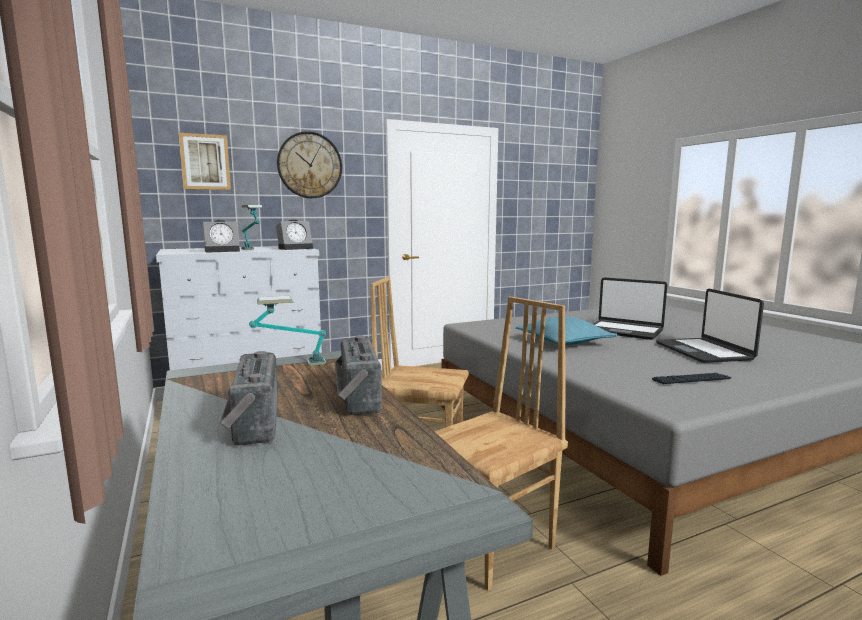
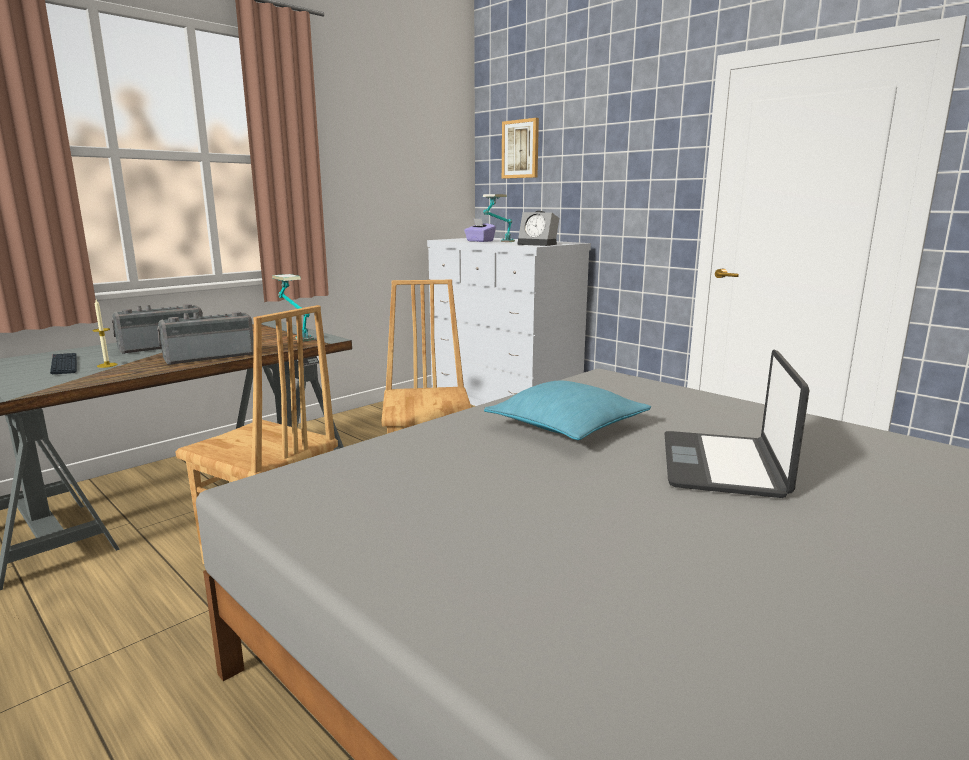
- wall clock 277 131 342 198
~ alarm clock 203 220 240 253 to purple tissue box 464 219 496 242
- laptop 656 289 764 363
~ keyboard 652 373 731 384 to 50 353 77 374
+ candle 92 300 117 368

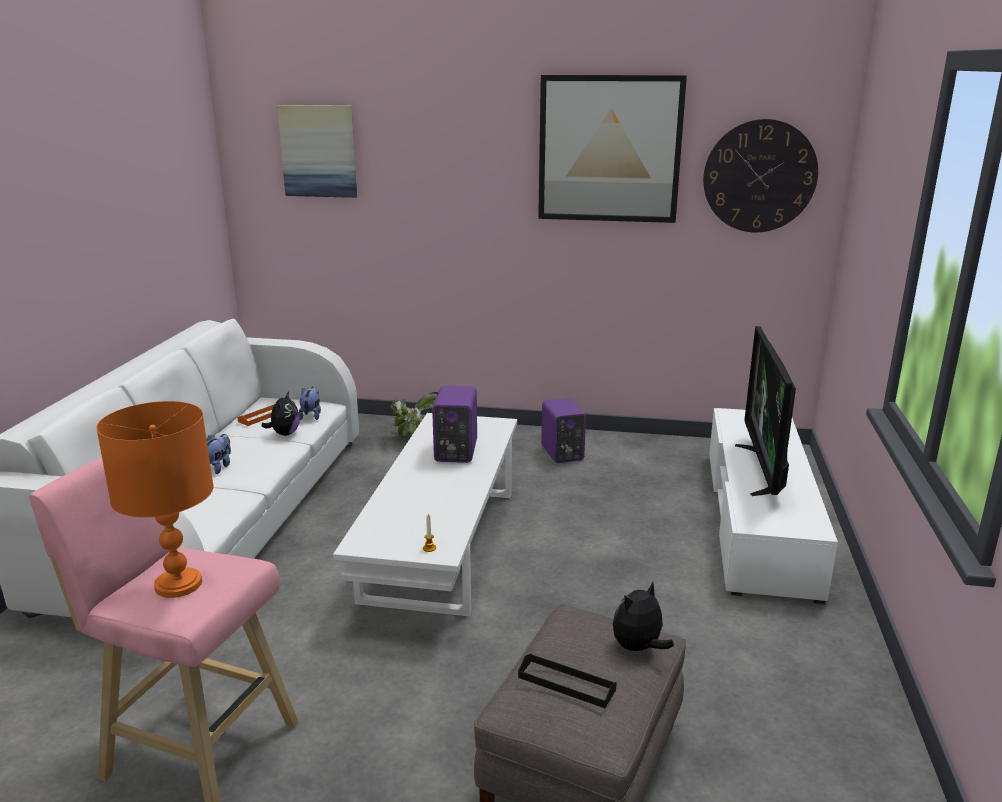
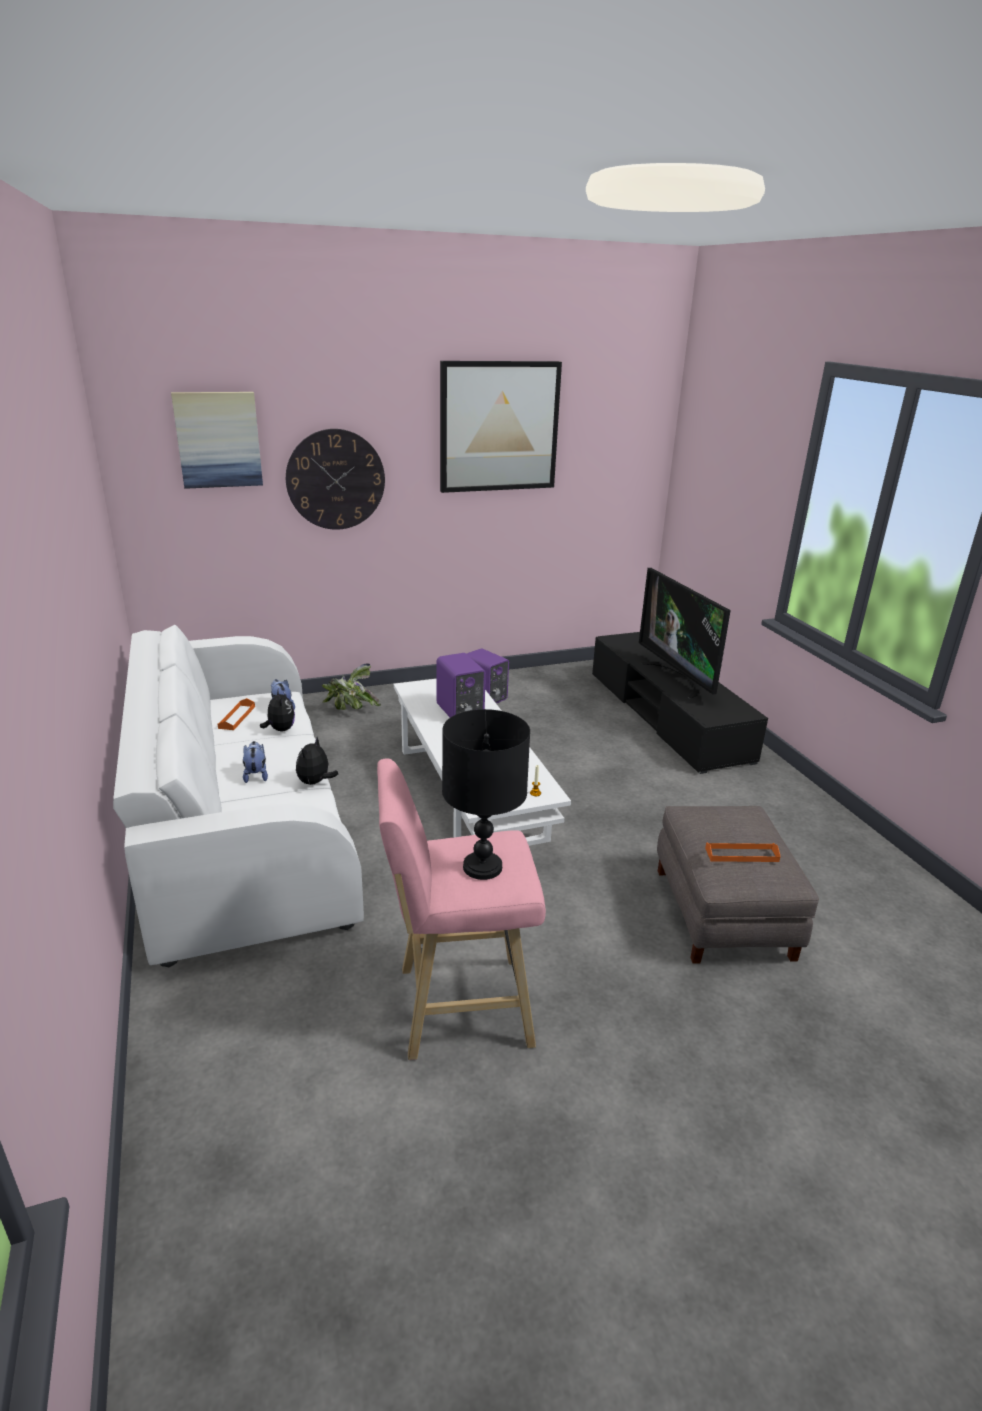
~ wall clock 703 119 818 233 to 286 429 385 530
~ orange table lamp 96 401 214 598 to black table lamp 442 709 530 880
~ white tv stand 709 408 838 604 to black tv stand 592 632 768 774
~ plush toy 613 582 674 651 to 296 737 338 785
~ black tray 518 653 617 708 to orange tray 705 842 781 862

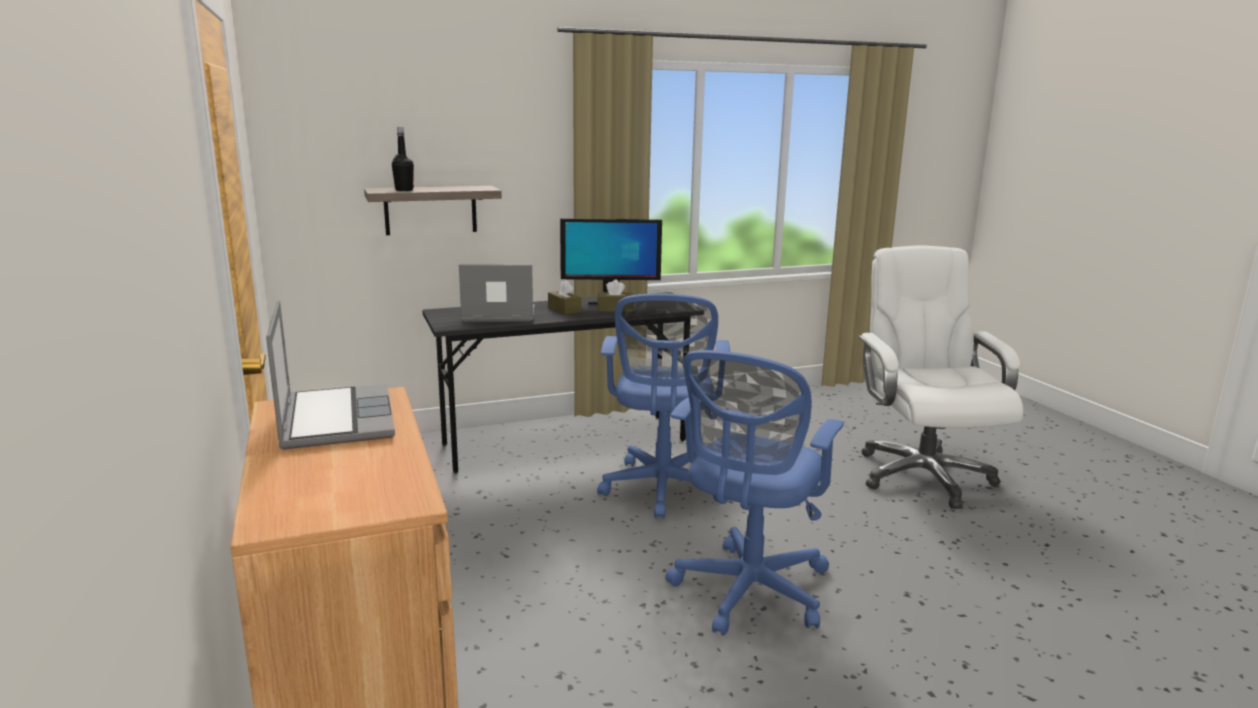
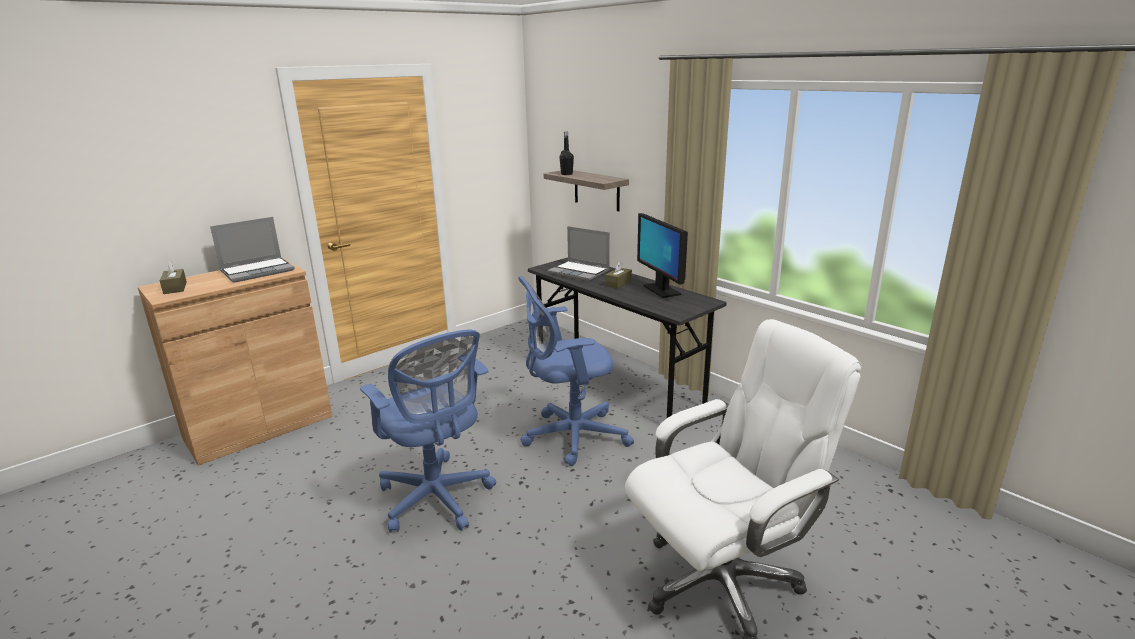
~ laptop 459 265 535 322 = 547 226 610 281 150 degrees clockwise
~ brown tissue box 597 279 633 312 to 160 261 187 294
~ blue office chair 665 350 844 636 = 360 330 496 533 135 degrees counterclockwise

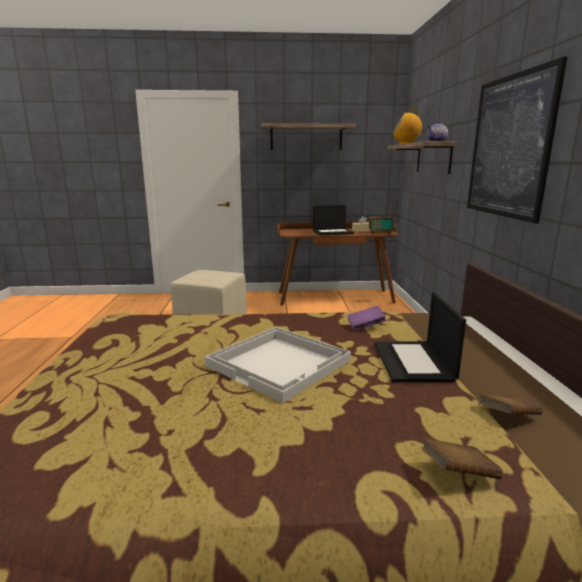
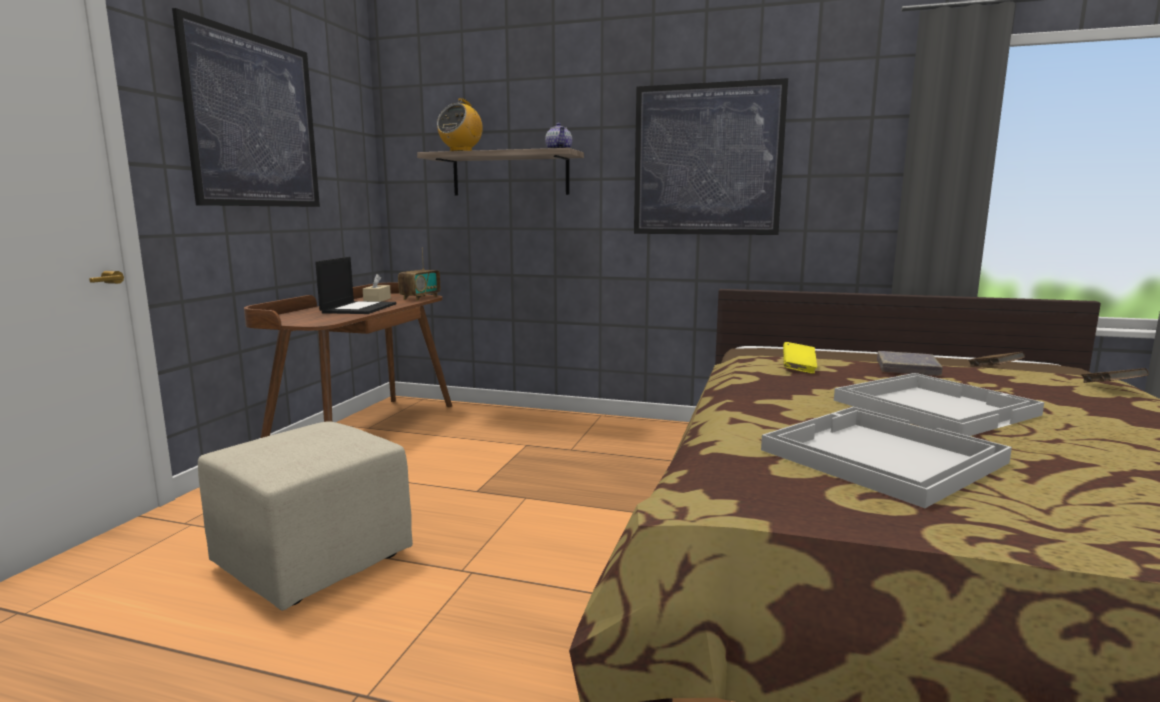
~ shelf 262 123 356 150 to picture 172 8 320 207
~ laptop 374 292 466 382 to grey book 877 351 943 376
~ purple book 347 305 386 331 to yellow book 783 342 817 374
+ white tray 761 407 1012 508

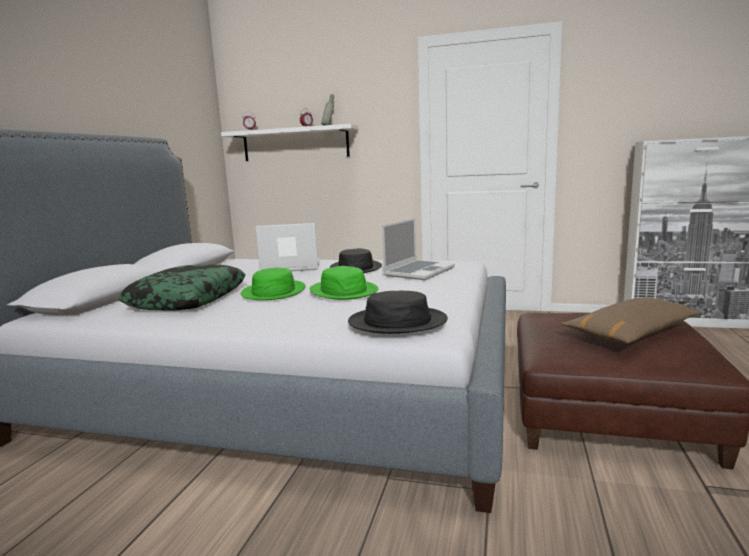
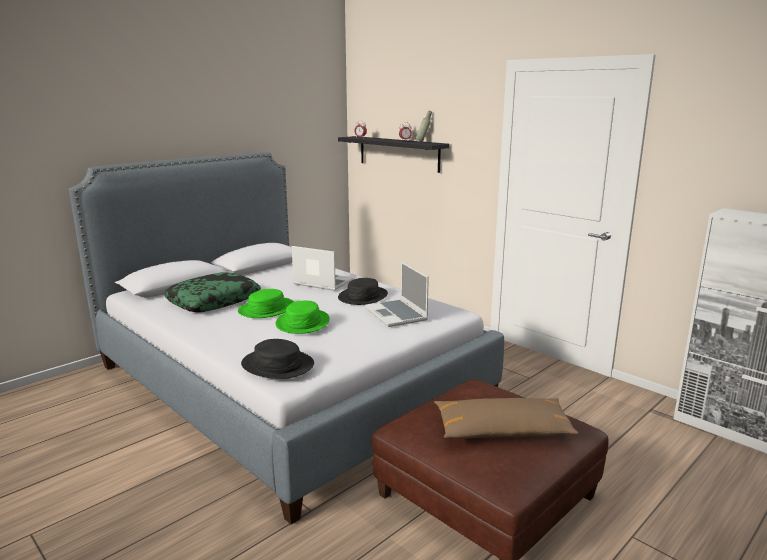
~ white shelf 221 124 359 161 to black shelf 338 136 449 173
~ laptop 382 218 455 280 = 365 261 429 327 90 degrees clockwise

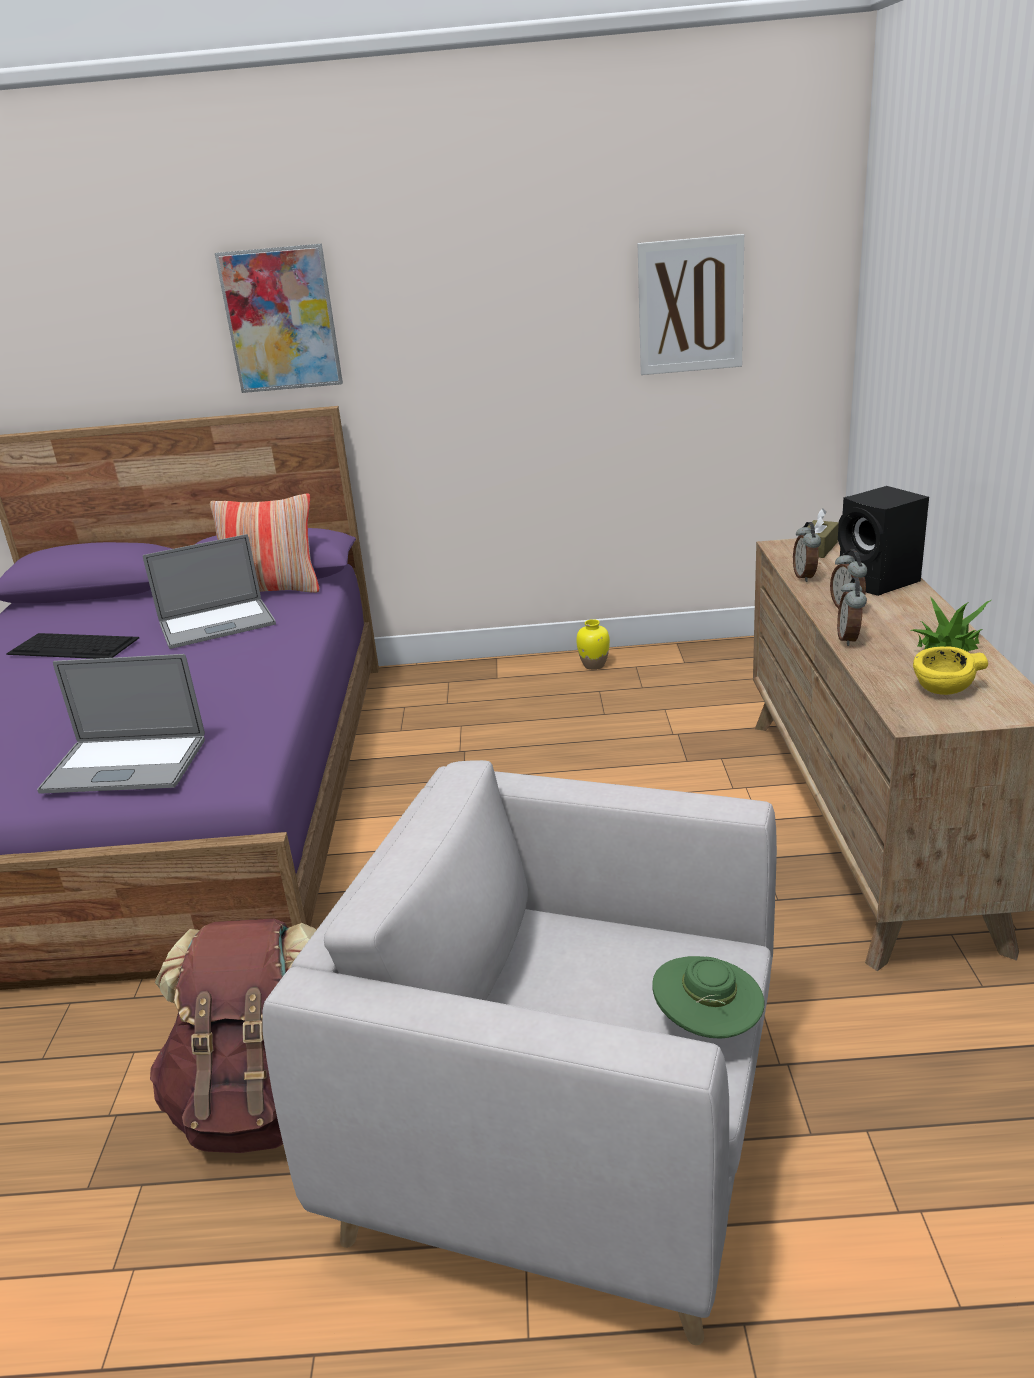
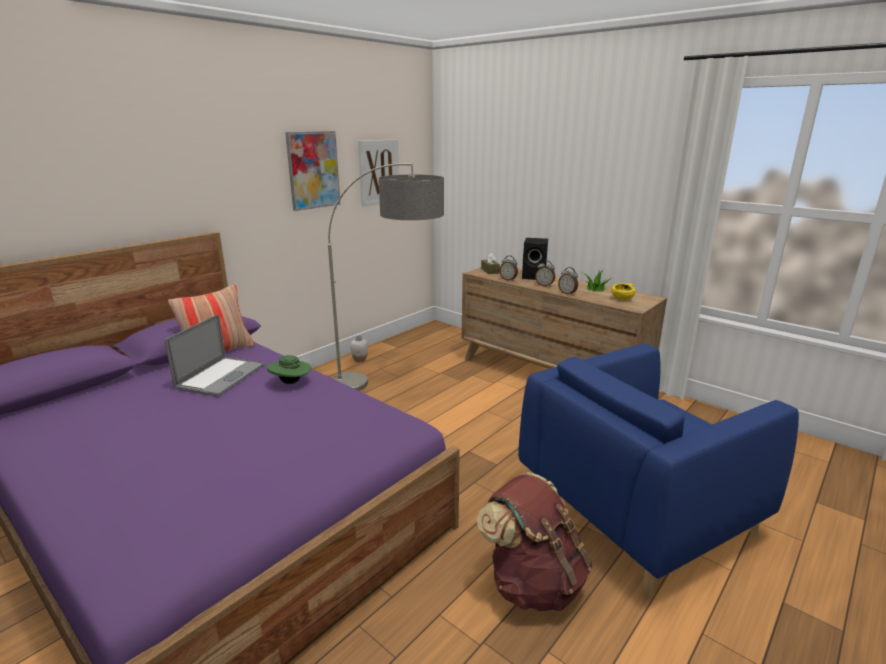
~ picture 215 244 343 393 to 285 131 340 211
~ yellow vase 576 619 610 670 to white vase 350 335 368 362
- keyboard 6 633 139 659
- laptop 37 654 205 794
~ grey armchair 262 760 777 1345 to blue armchair 518 344 799 598
~ green hat 653 956 764 1039 to 267 355 311 384
+ floor lamp 328 163 444 391

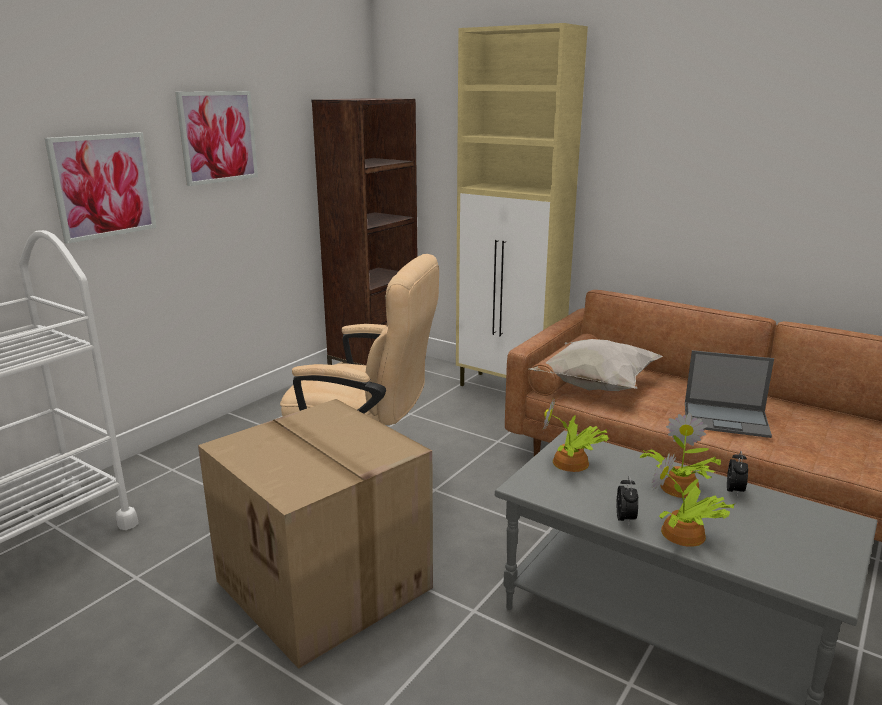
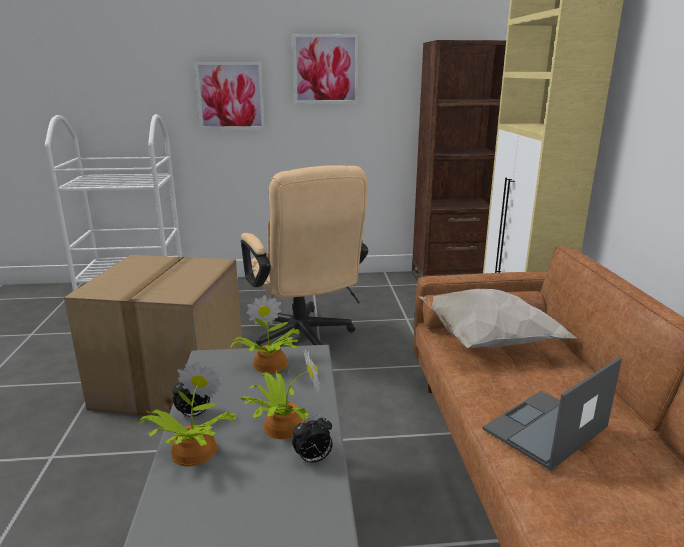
~ laptop 685 350 774 438 = 482 357 622 471 75 degrees clockwise

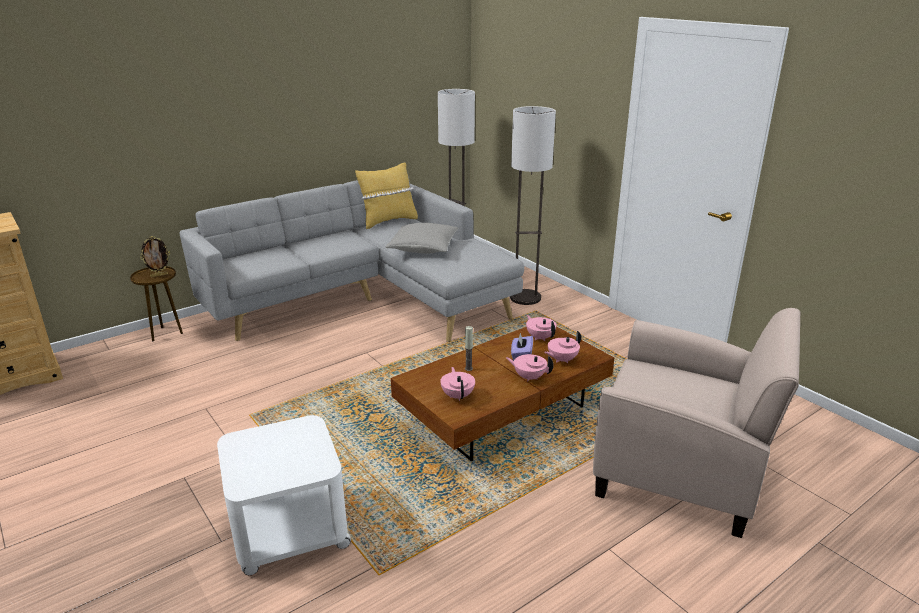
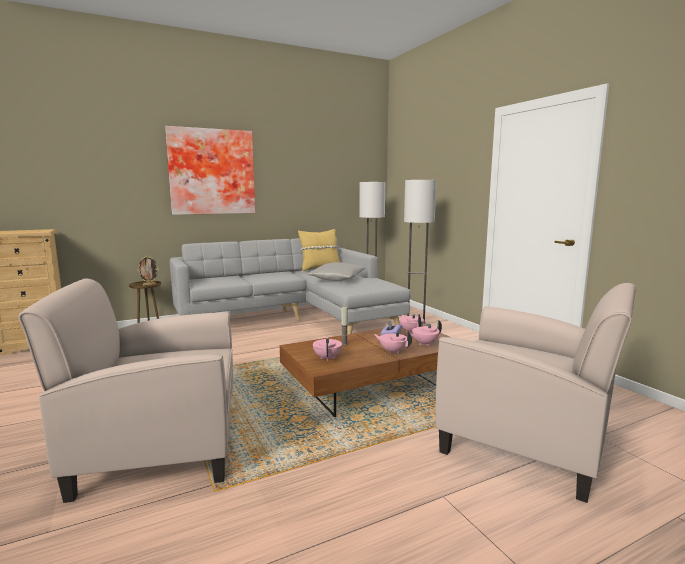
~ white side table 217 415 351 575 to beige armchair 19 279 233 503
+ picture 165 126 255 215

